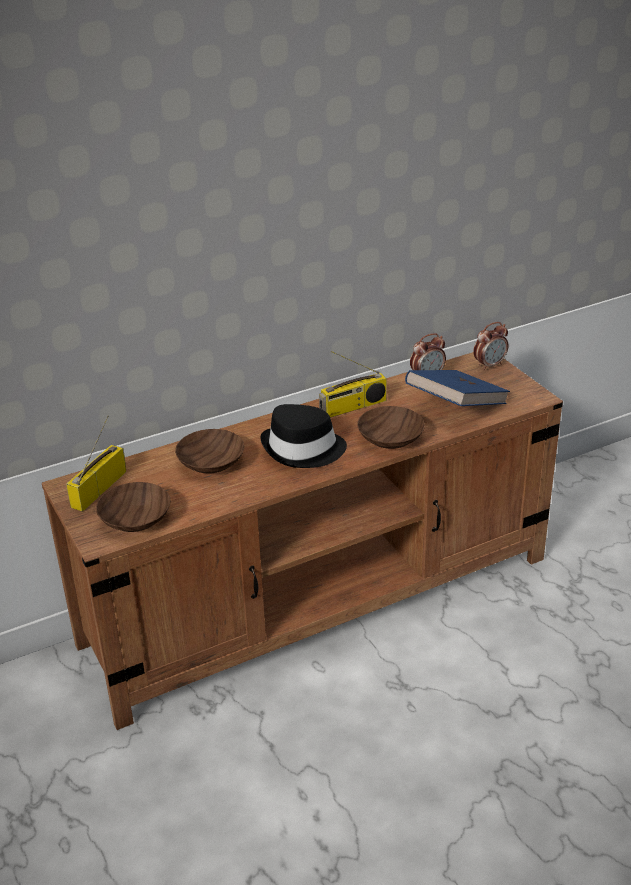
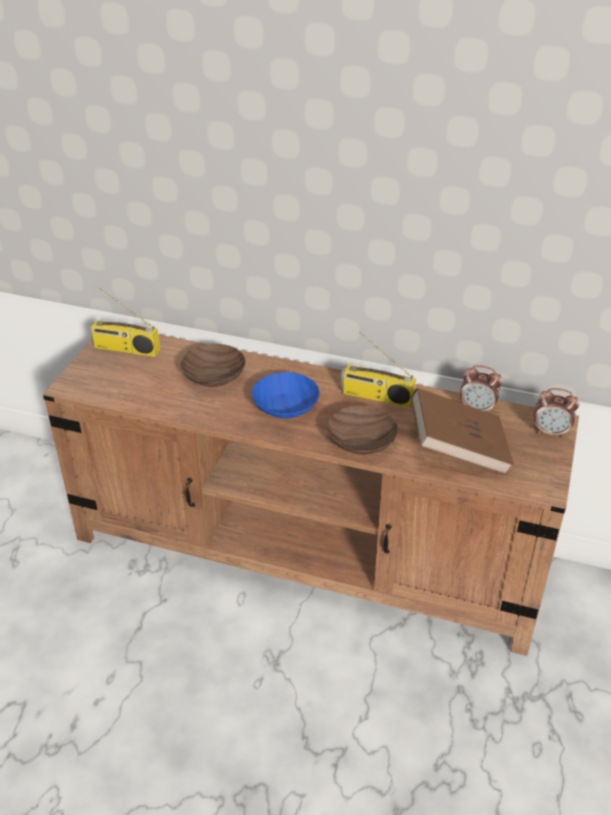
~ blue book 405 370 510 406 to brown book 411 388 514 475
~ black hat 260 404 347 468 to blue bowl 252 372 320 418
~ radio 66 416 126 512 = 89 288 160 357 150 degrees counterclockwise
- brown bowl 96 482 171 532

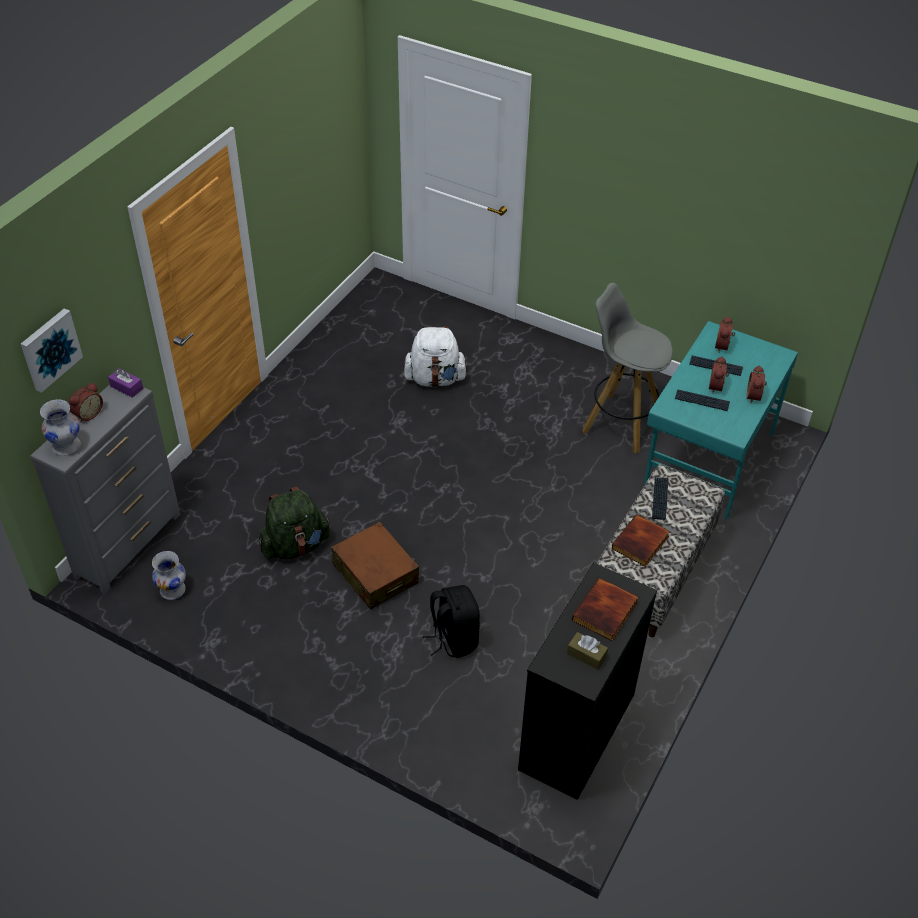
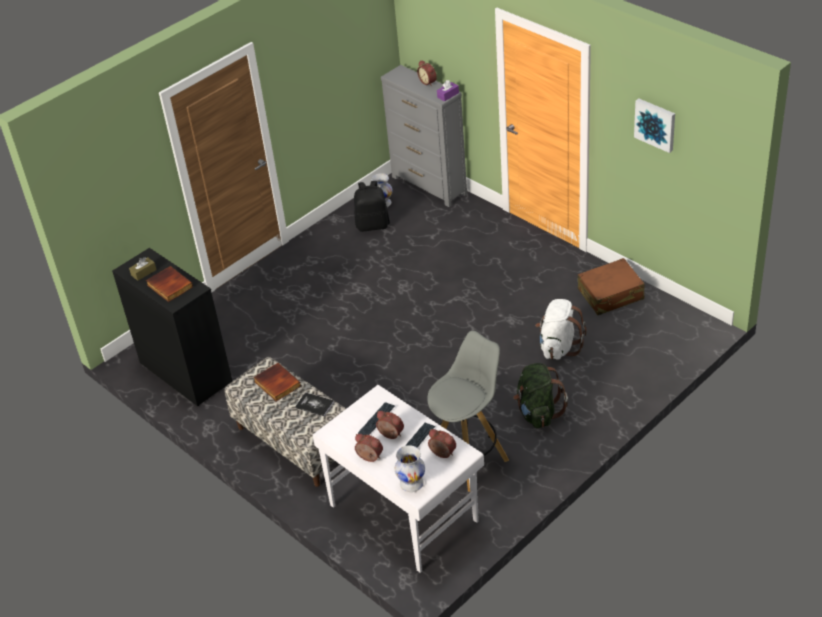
~ picture 21 308 83 393 to 634 99 675 153
~ turquoise desk 644 321 798 519 to white desk 313 385 484 573
~ white vase 40 399 81 456 to 395 445 425 492
~ keyboard 652 477 669 520 to book 295 392 334 417
~ green backpack 259 487 330 560 to 513 363 568 428
~ brown suitcase 331 522 419 610 to 578 258 645 315
~ black backpack 423 585 480 658 to 354 181 390 232

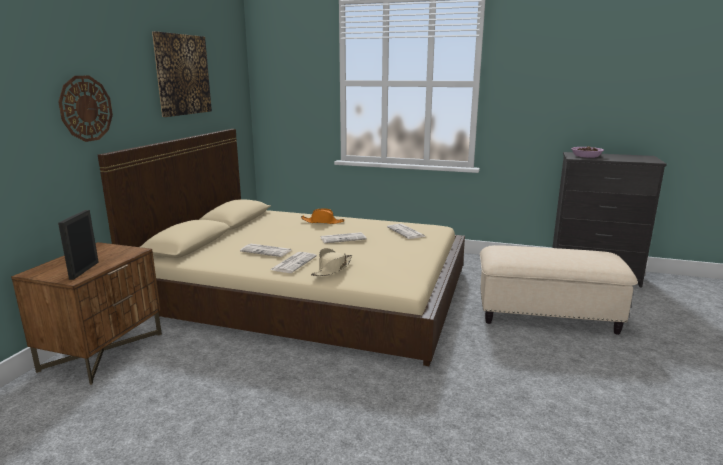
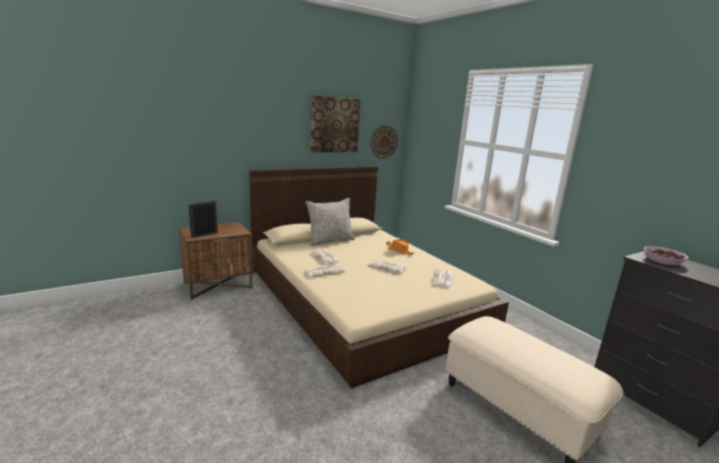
~ wall clock 58 76 113 142 to 371 126 398 158
- beige hat 311 248 352 276
+ grey pillow 305 198 355 246

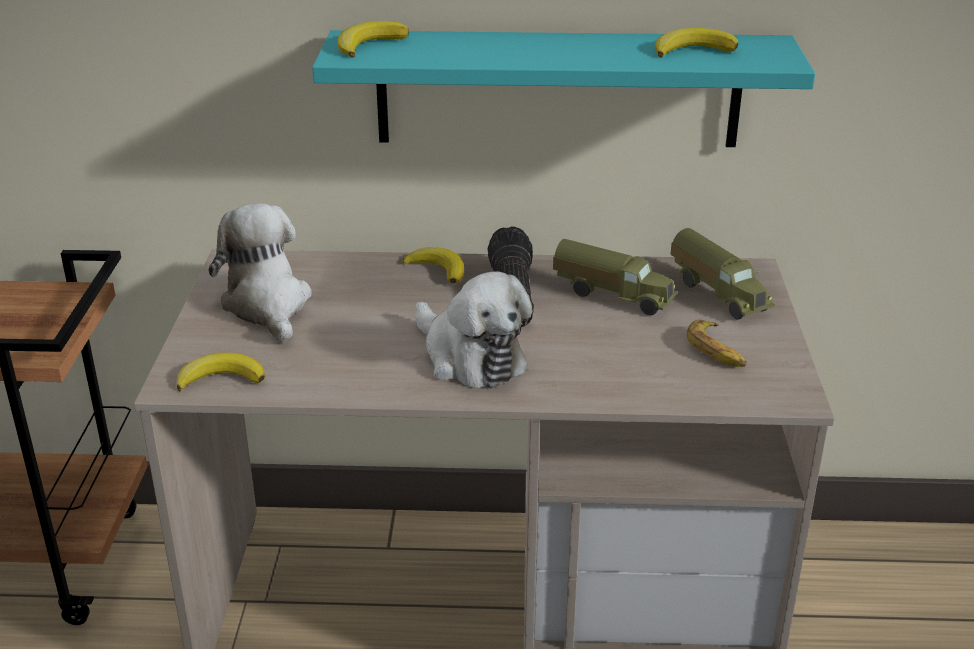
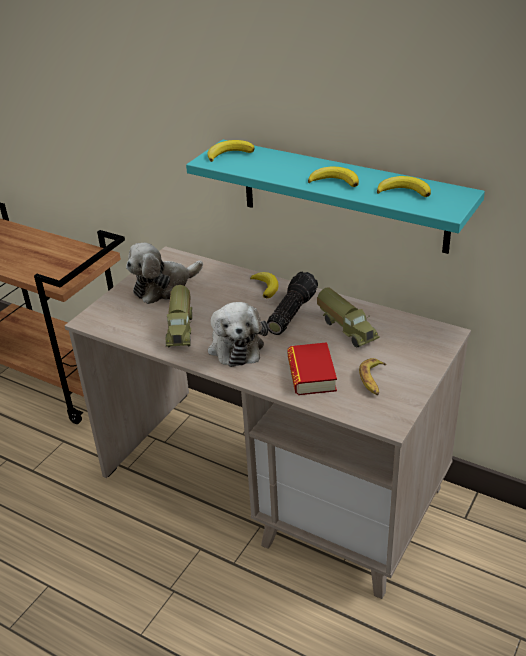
~ plush toy 208 204 312 342 = 126 243 203 304 135 degrees counterclockwise
~ toy truck 670 228 775 320 to 166 285 192 347
~ banana 177 353 265 392 to 308 167 359 187
+ book 287 342 337 395

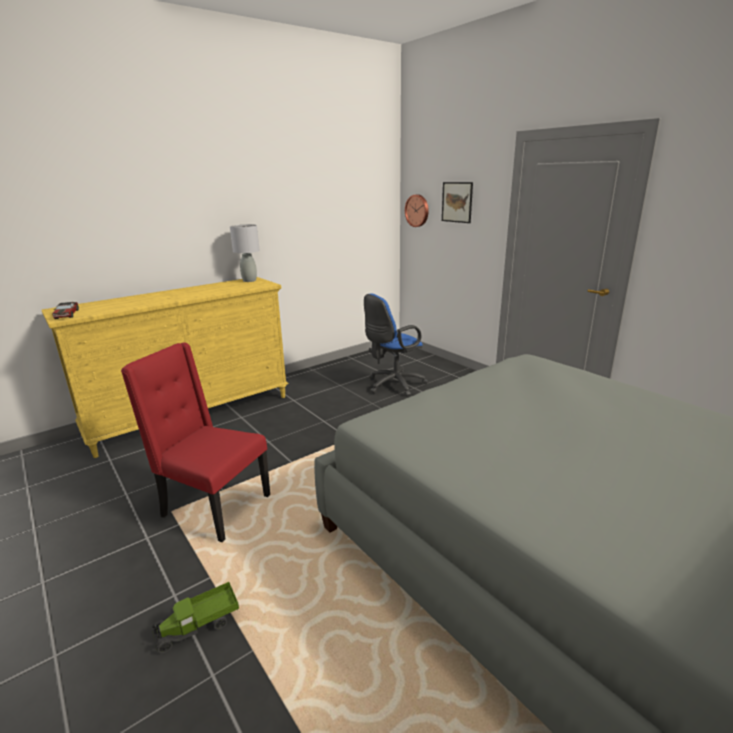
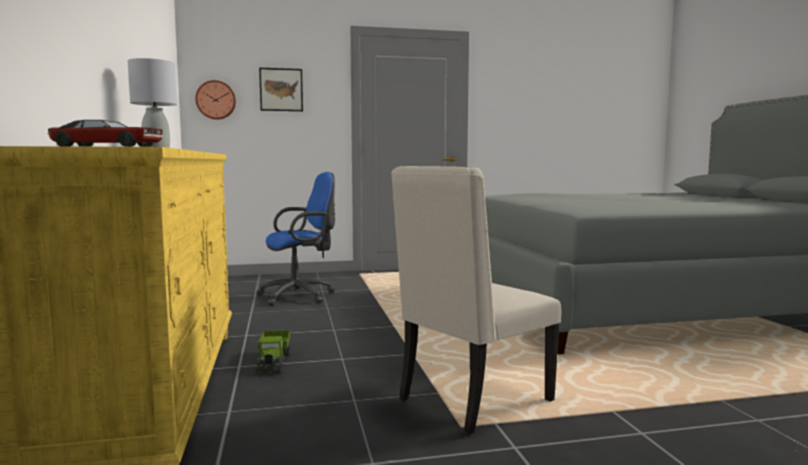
~ blue office chair 364 293 428 397 = 256 172 335 306 105 degrees counterclockwise
~ red chair 121 342 270 542 to beige chair 391 166 561 434
~ toy truck 152 582 239 653 to 255 331 290 374

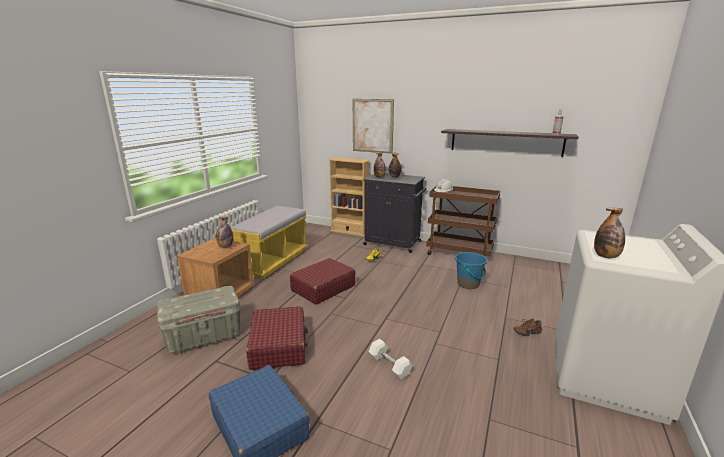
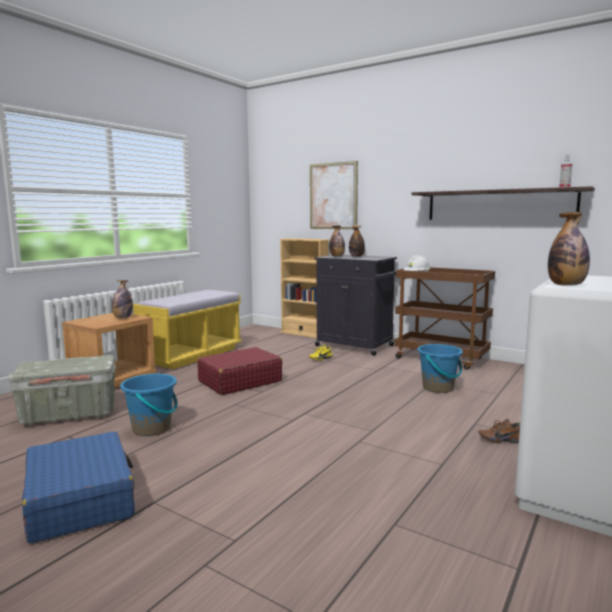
~ red suitcase 246 306 308 370 to blue bucket 120 373 178 436
- white dumbbell 368 339 412 379

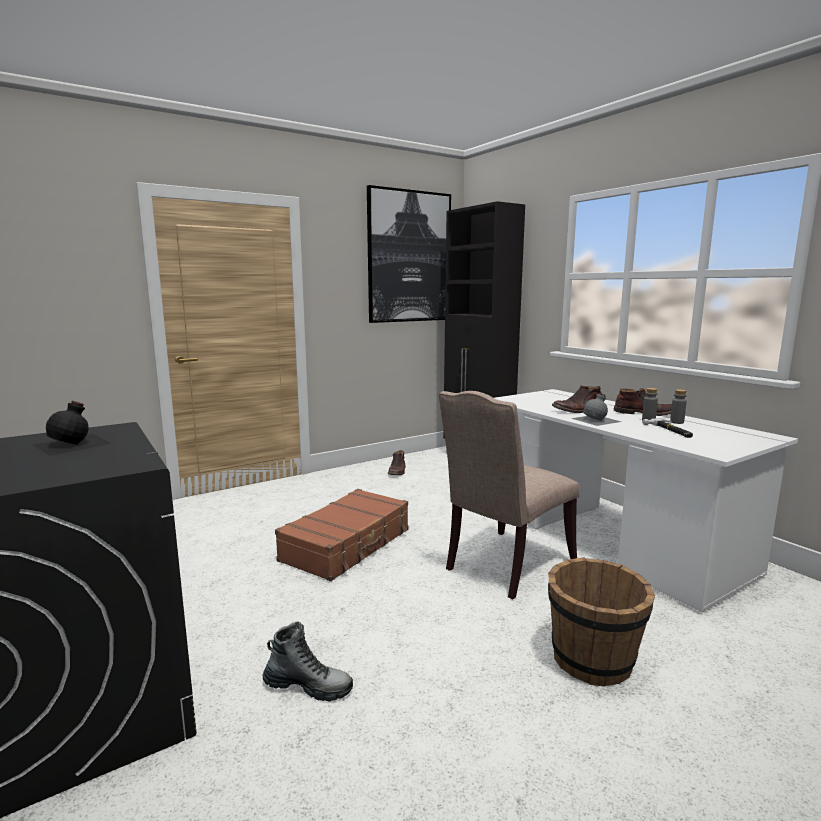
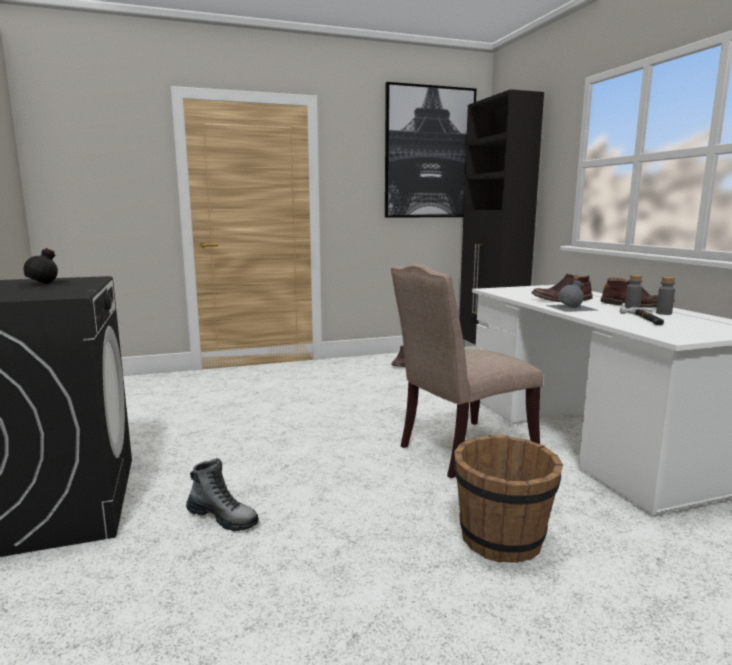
- brown suitcase 275 489 408 581

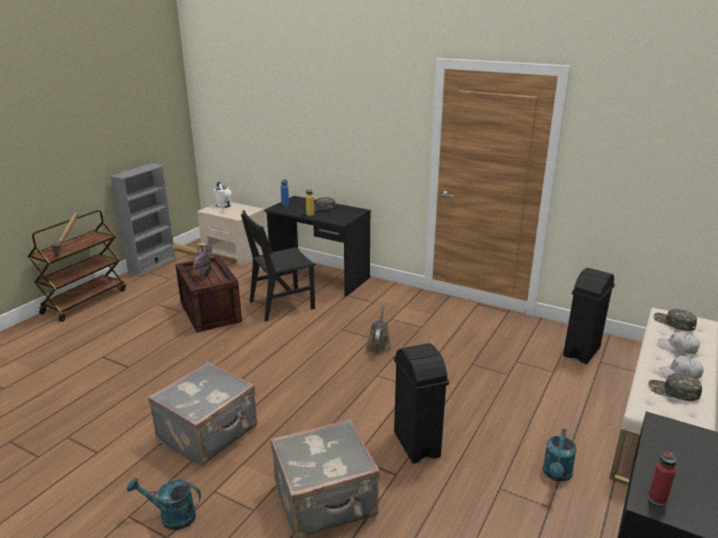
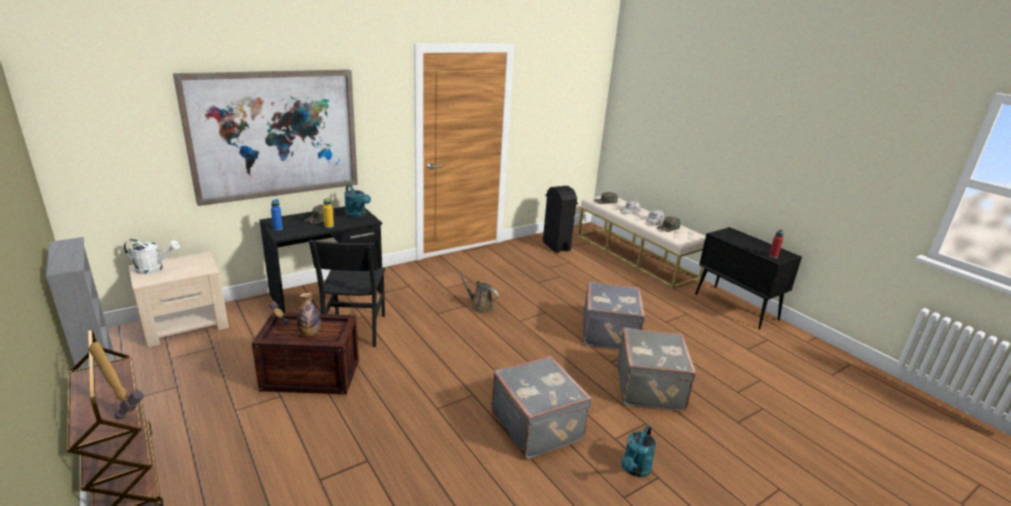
~ black trash can 394 343 449 464 to grey suitcase 583 282 646 350
~ turquoise watering can 543 428 577 482 to 344 185 371 218
+ picture 173 69 358 206

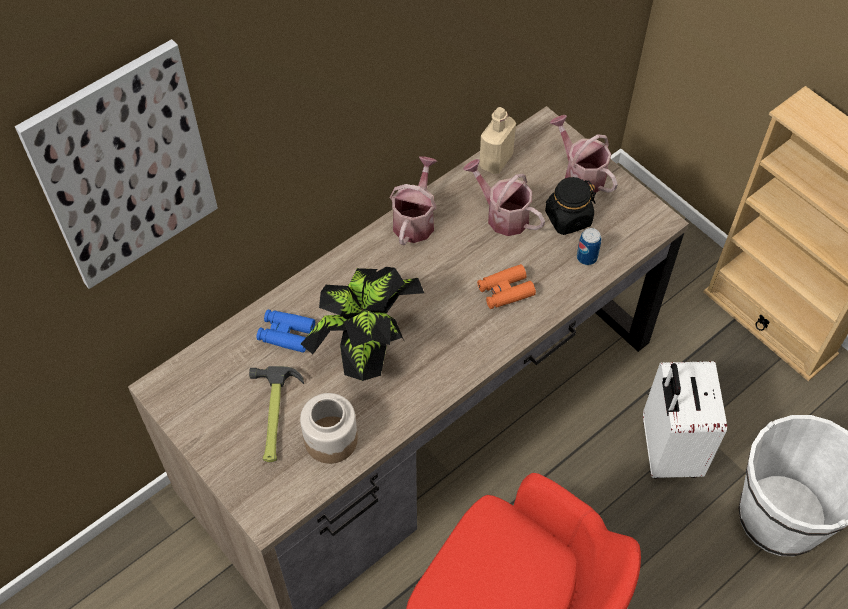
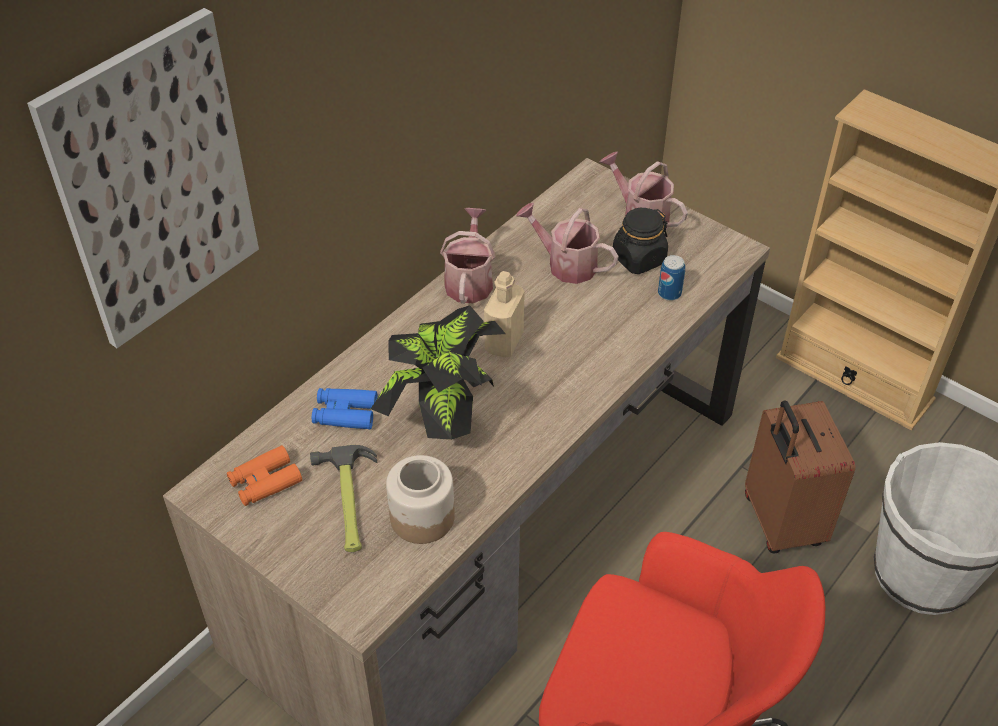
~ beige bottle 479 107 516 174 to 484 271 525 357
~ orange binoculars 477 264 536 309 to 227 445 302 506
~ white suitcase 643 361 727 479 to brown suitcase 745 400 855 554

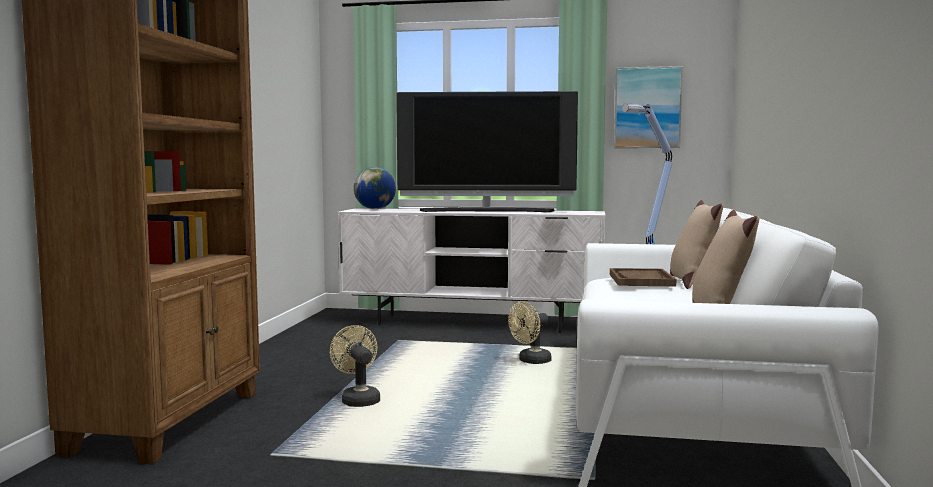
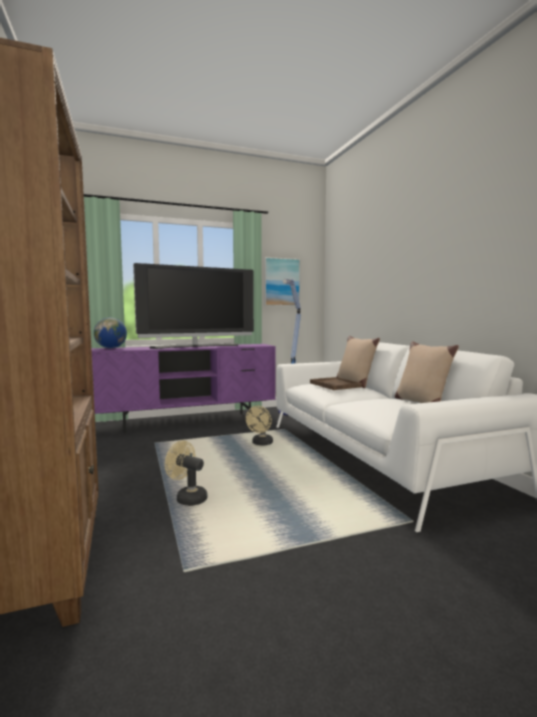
~ white tv stand 338 208 605 333 to purple tv stand 91 344 276 433

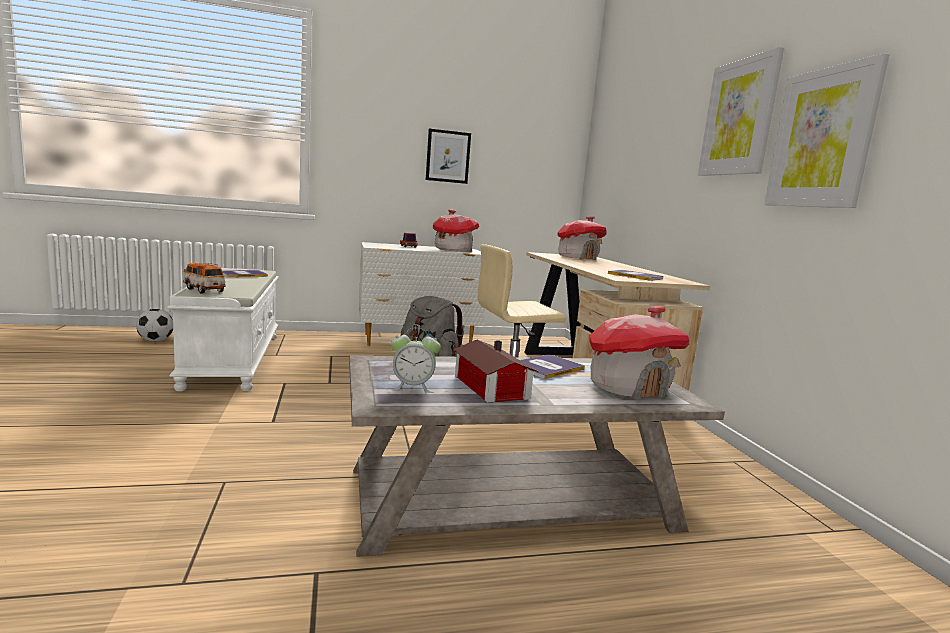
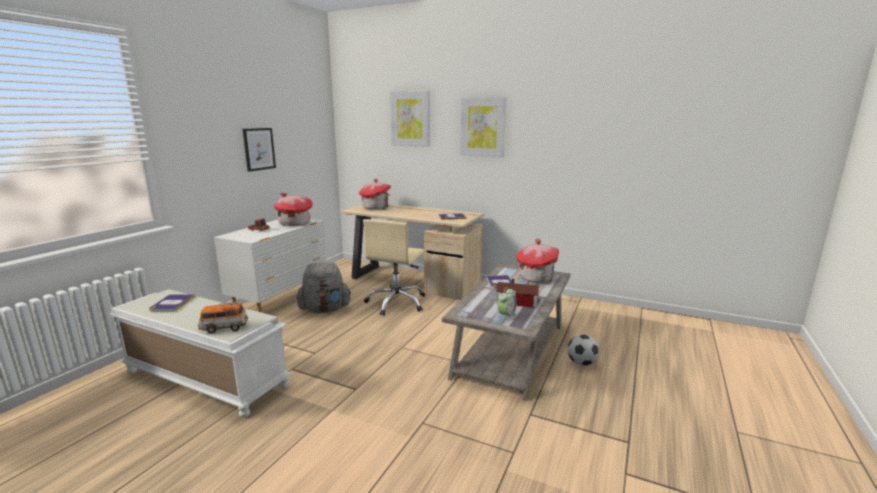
~ picture 764 53 889 208 to 390 91 430 147
~ football 136 309 173 342 to 567 335 599 366

